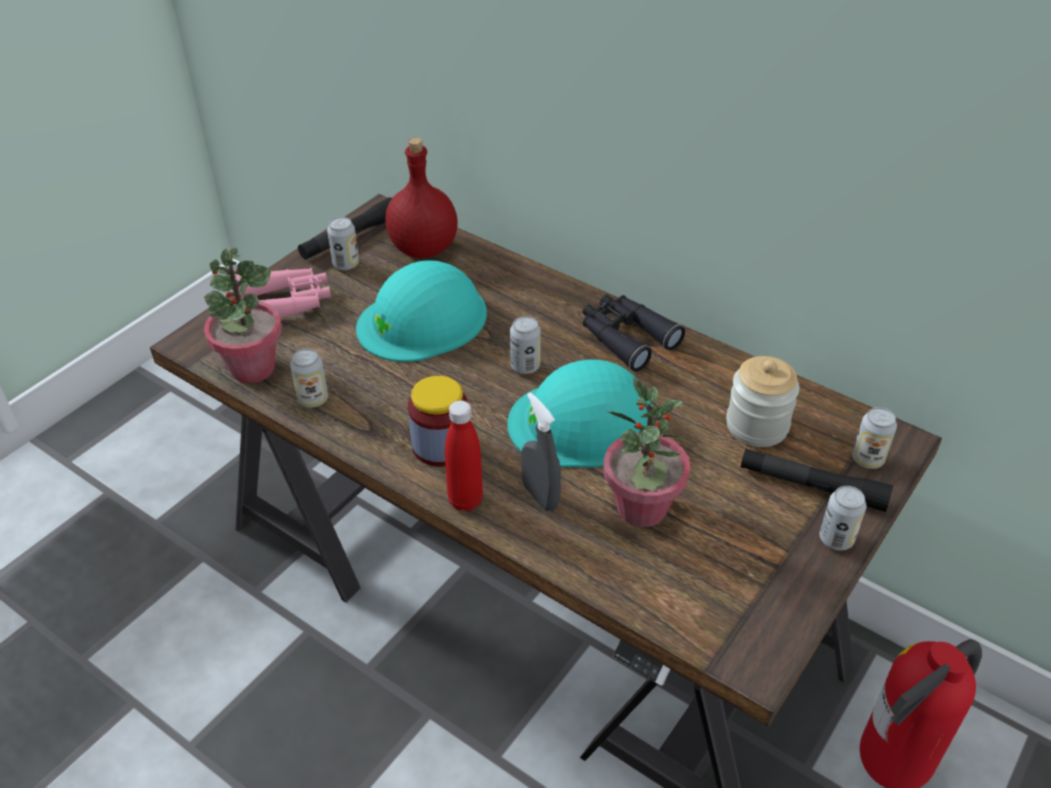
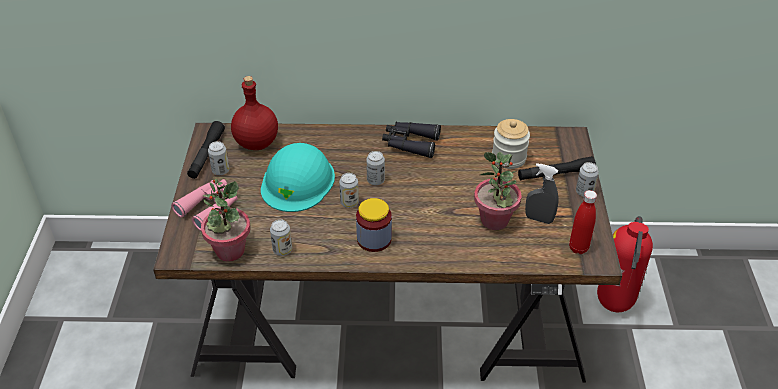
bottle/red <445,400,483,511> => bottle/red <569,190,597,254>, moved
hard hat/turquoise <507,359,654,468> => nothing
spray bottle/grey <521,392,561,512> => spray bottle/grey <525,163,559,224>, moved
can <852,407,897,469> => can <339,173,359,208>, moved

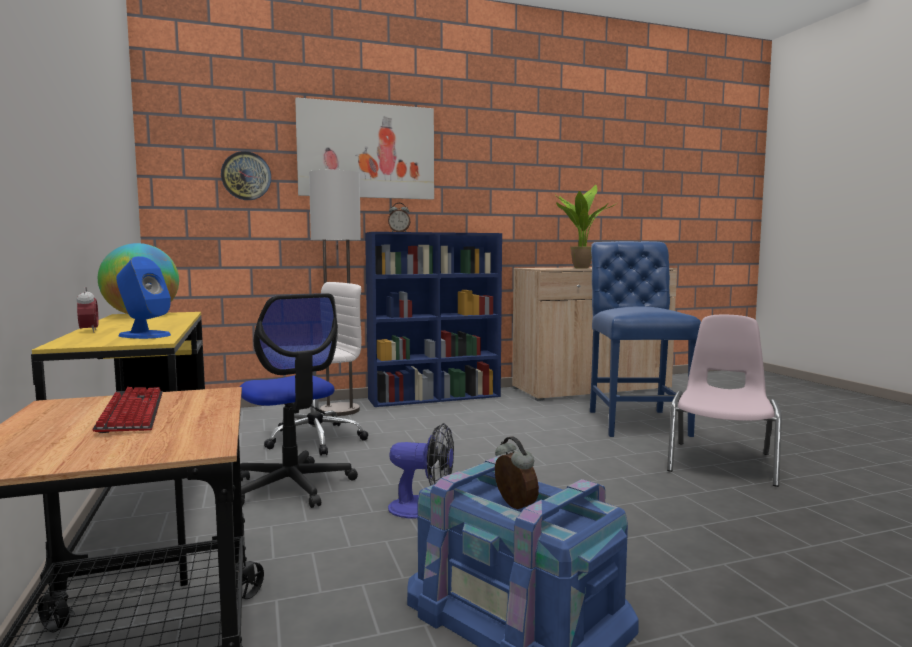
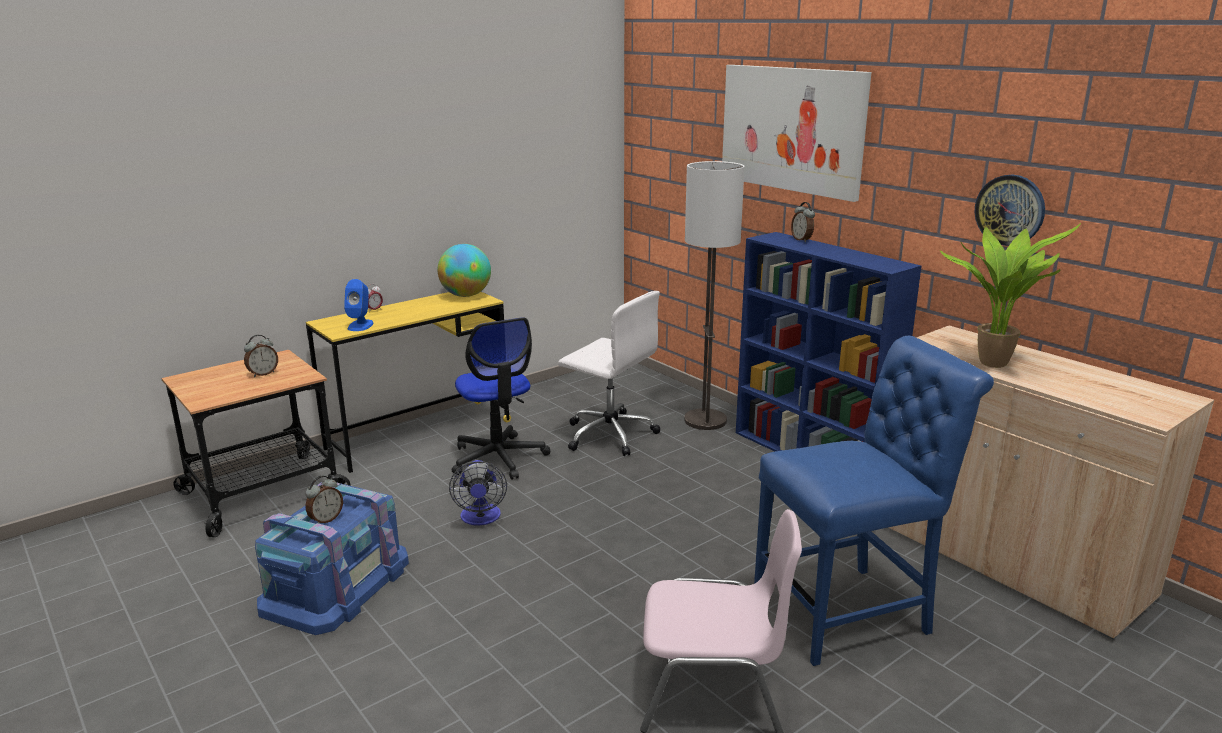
keyboard <92,387,163,433> => alarm clock <244,335,278,377>
wall clock <221,151,271,200> => wall clock <975,174,1045,246>, moved
office chair <240,293,358,508> => office chair <452,317,550,480>, 60 degrees counterclockwise

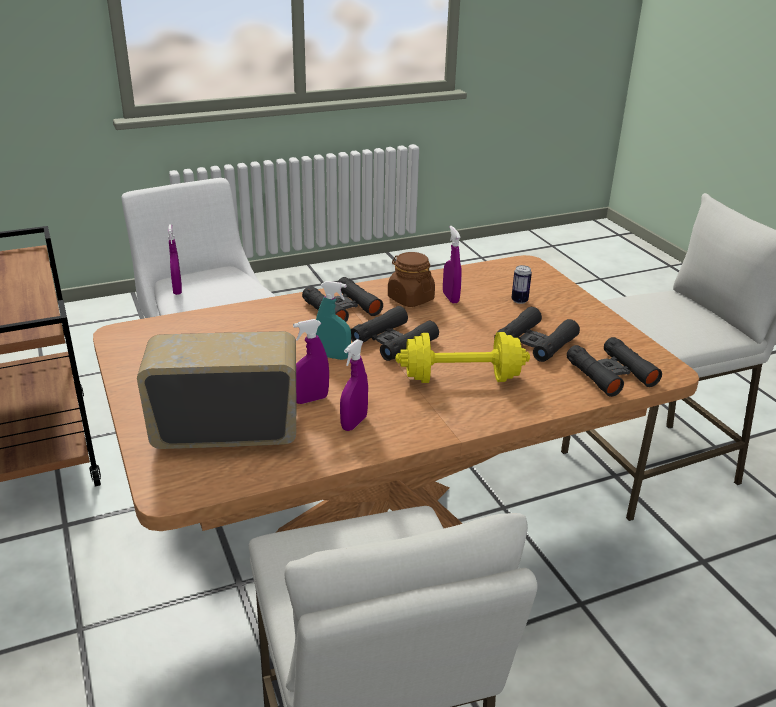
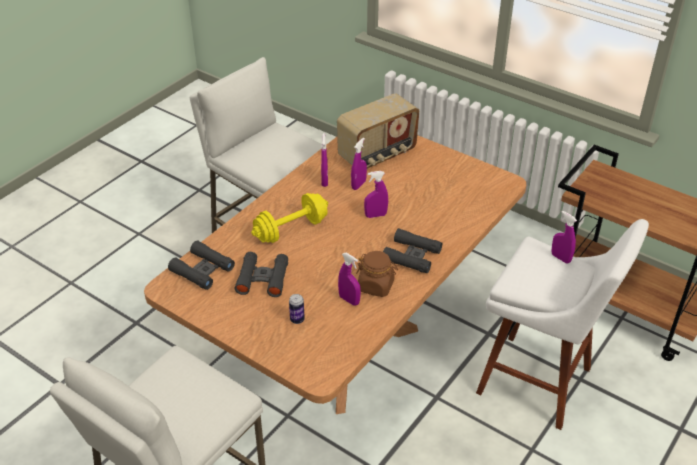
spray bottle/turquoise <316,281,351,360> => spray bottle/purple <364,171,388,218>
binoculars/black <351,306,439,361> => nothing

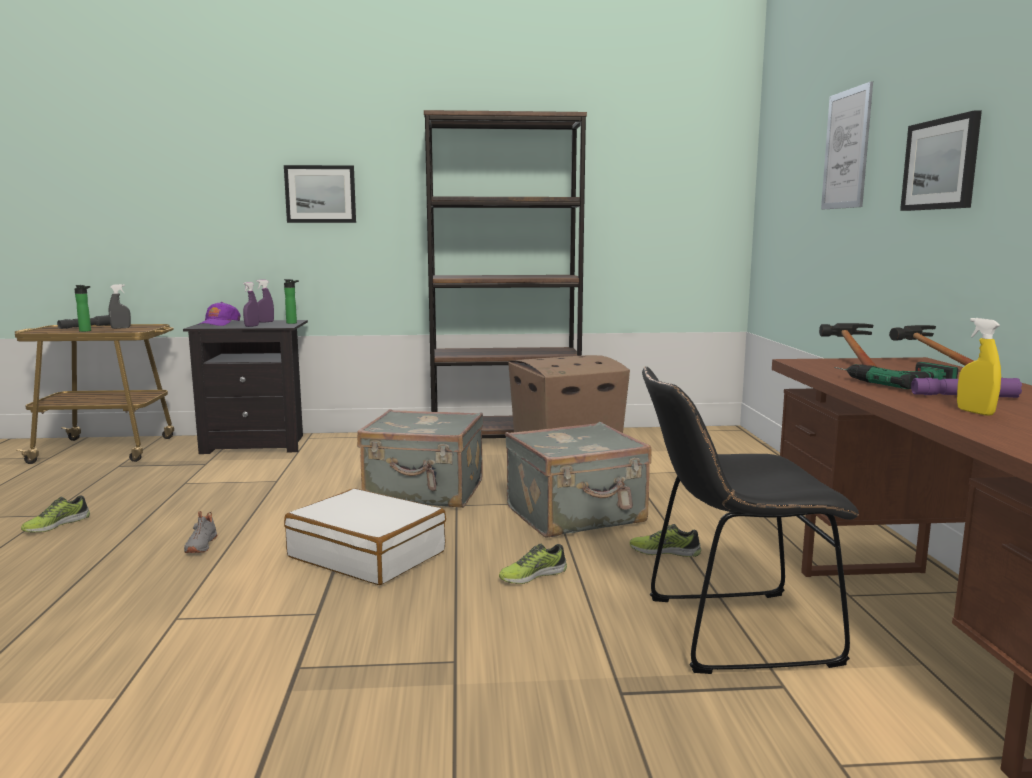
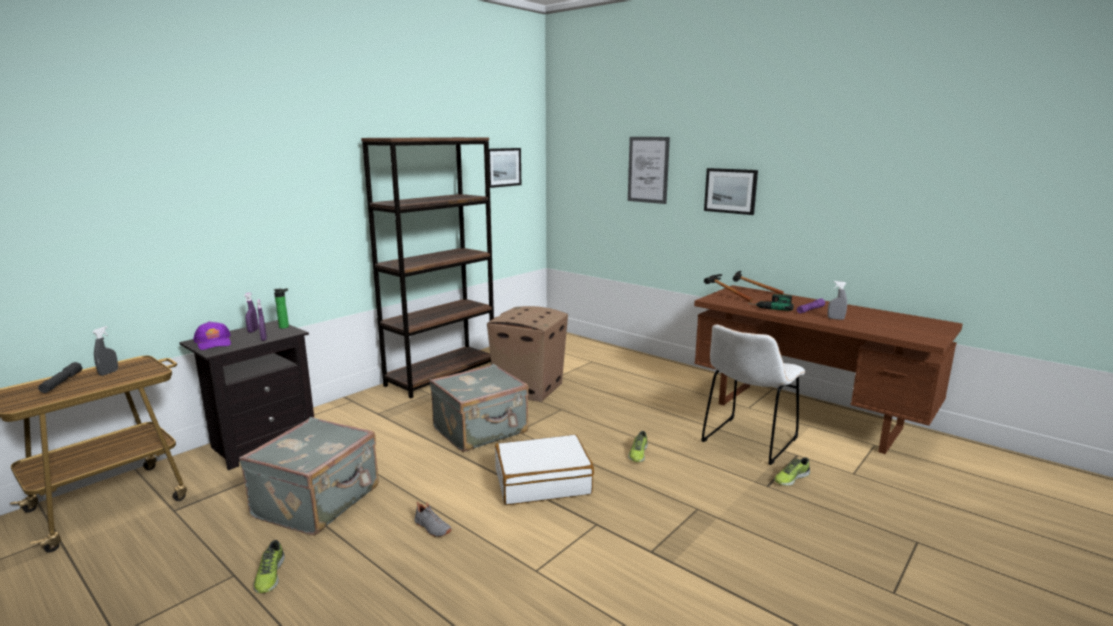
bottle <75,285,91,332> => nothing
picture <284,165,356,223> => picture <489,148,521,188>, moved
suitcase/grey <505,422,652,538> => suitcase/grey <239,417,379,536>, moved
shoe <630,524,701,557> => shoe <774,457,810,486>, moved
chair/black <642,367,859,674> => chair/white <701,325,806,465>
spray bottle/yellow <957,318,1001,416> => spray bottle/grey <828,281,847,320>

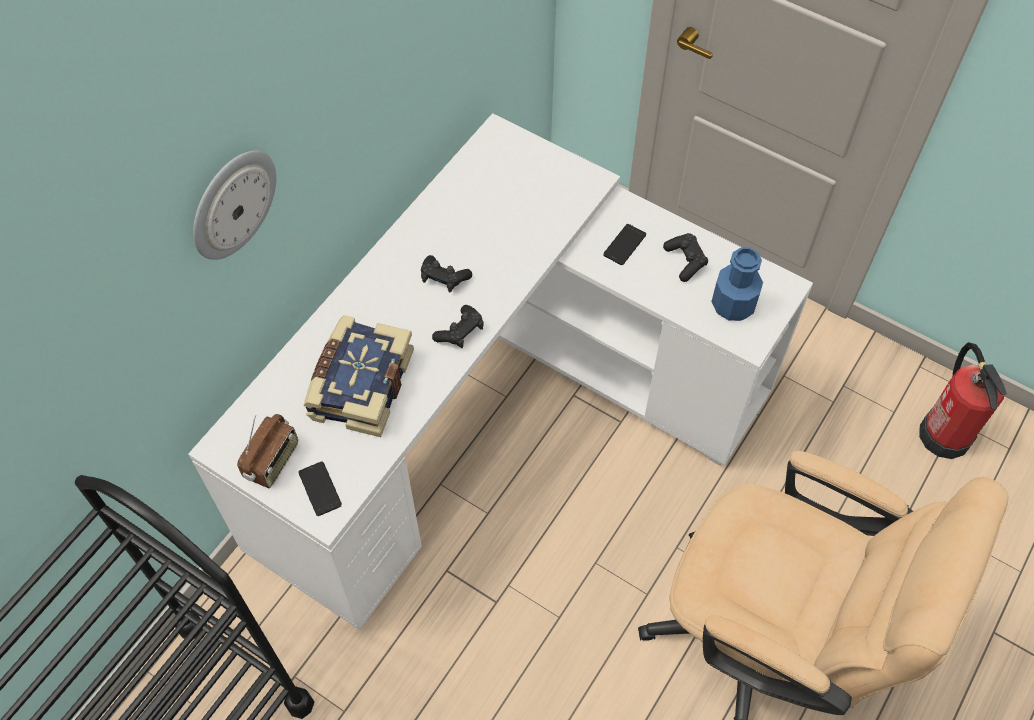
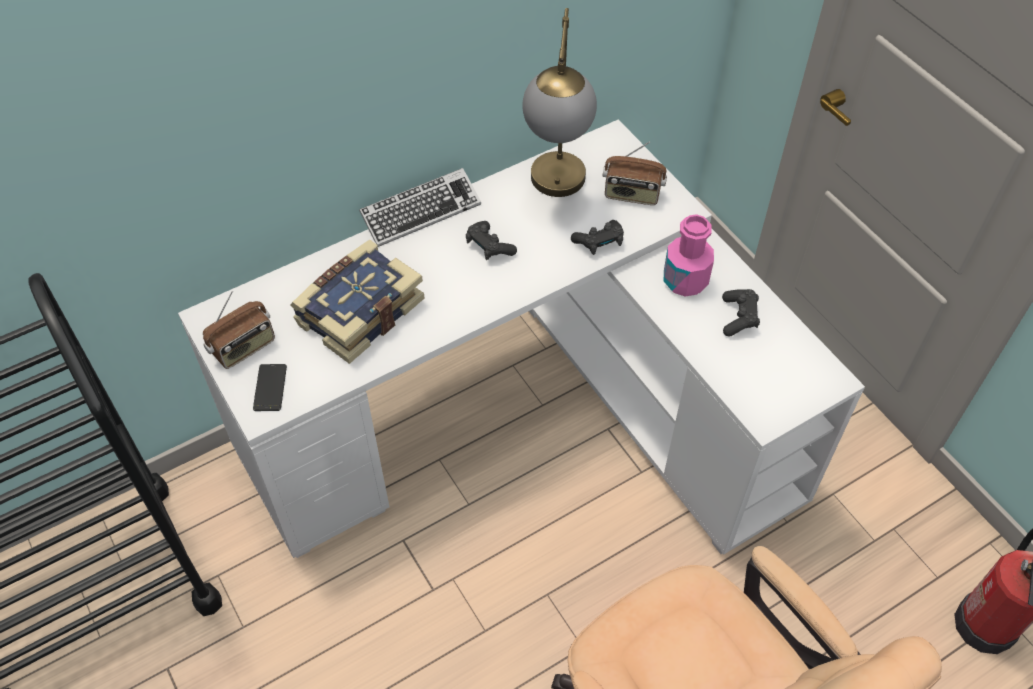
wall clock <193,151,276,260> => nothing
game controller/black <432,305,484,348> => game controller/black <571,220,624,255>, moved
phone <603,224,646,265> => bottle/pink <664,214,714,297>
bottle/blue <711,247,763,321> => nothing
nothing => keyboard <359,168,481,247>
nothing => table lamp <523,8,597,197>
nothing => radio <603,142,667,205>

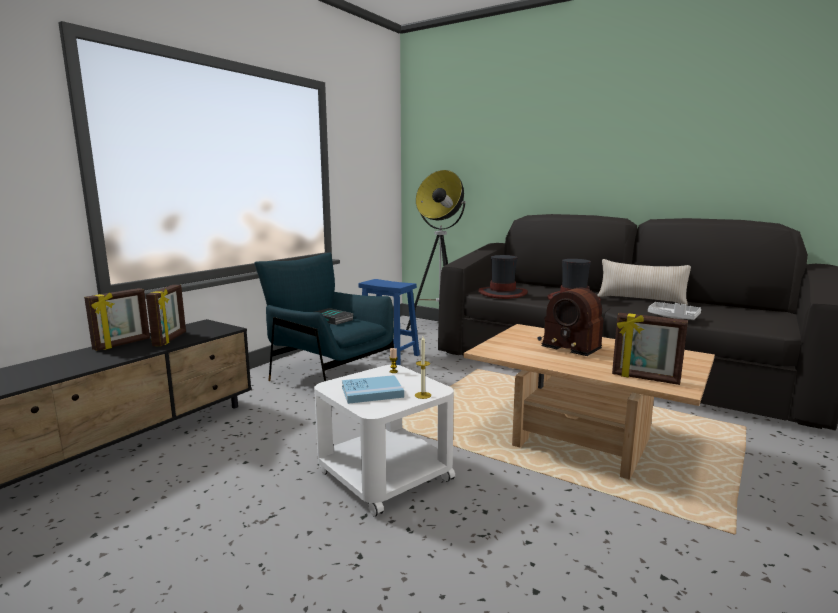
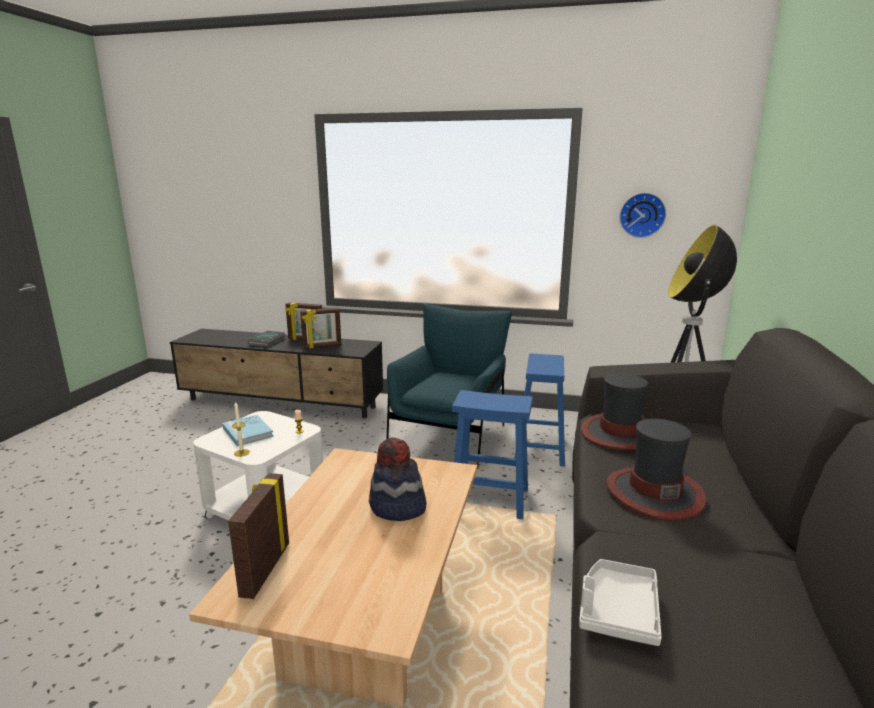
book <315,308,354,325> => book <248,331,286,347>, moved
radio <537,287,604,356> => hat <369,437,426,521>
pillow/beige <597,259,691,305> => nothing
nothing => stool/blue <452,390,533,519>
nothing => wall clock <619,193,666,238>

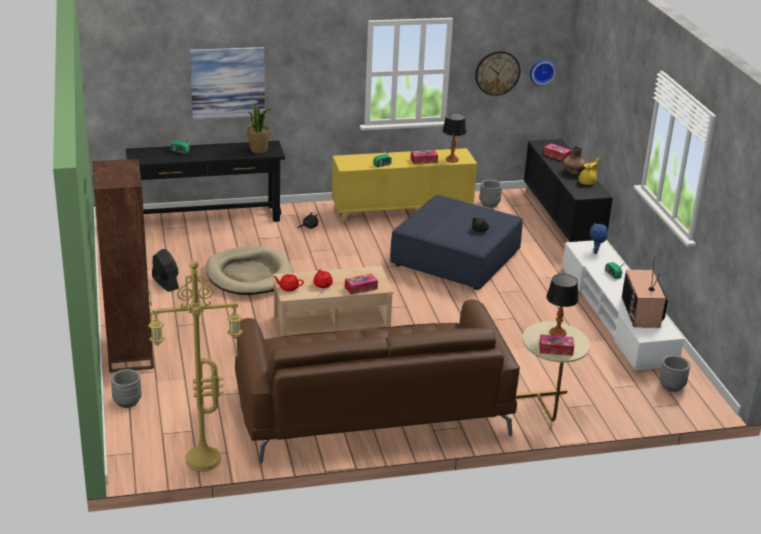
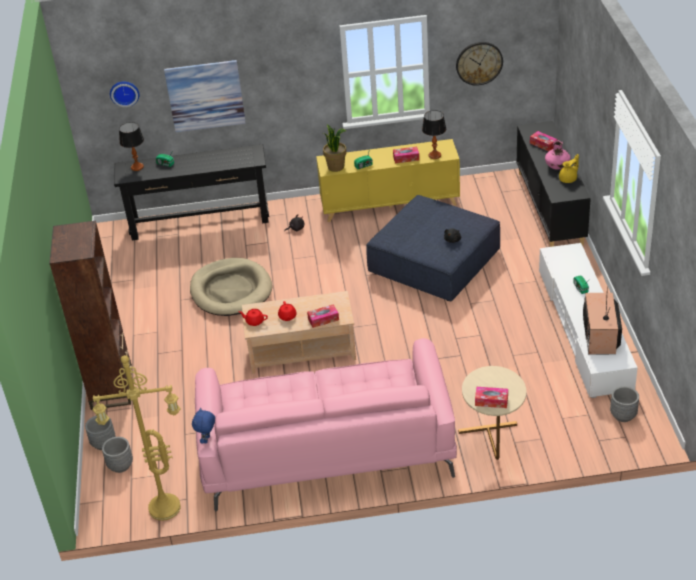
fan/black <152,249,179,292> => nothing
sofa/brown <235,299,520,464> => sofa/pink <195,338,457,512>
potted plant <247,104,273,154> => potted plant <323,124,347,172>, moved
planter/grey <479,180,502,208> => planter/grey <102,437,133,473>, moved
wall clock <530,59,556,86> => wall clock <110,82,139,107>, moved
table lamp <546,274,578,336> => table lamp <119,122,144,171>, moved
vase/brown <563,145,588,174> => vase/pink <545,140,570,170>
plush toy/blue <590,223,608,254> => plush toy/blue <192,408,215,444>, moved

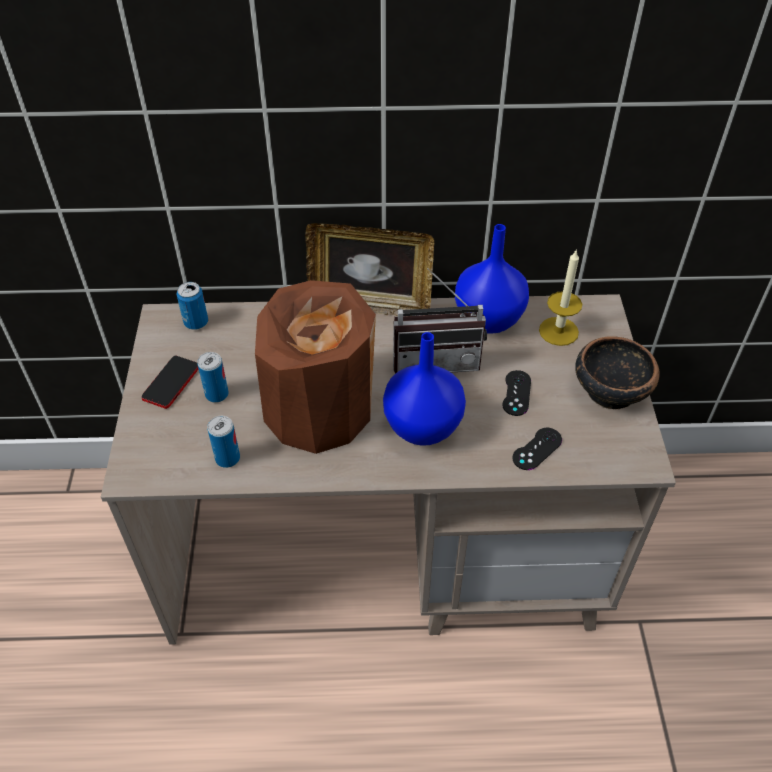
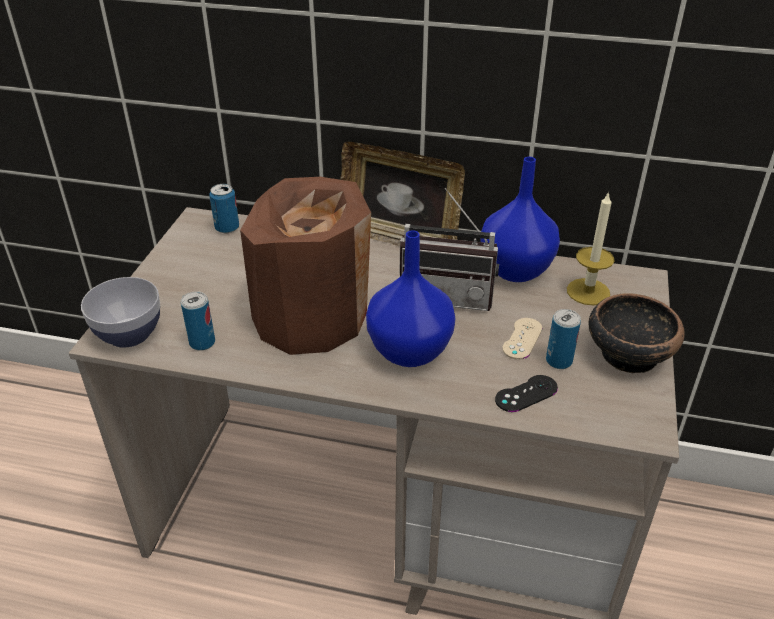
phone <142,356,198,409> => nothing
can <197,352,229,403> => can <546,309,581,369>, moved
game controller/black <502,370,531,416> => game controller/beige <502,318,542,360>
nothing => bowl <81,277,160,348>

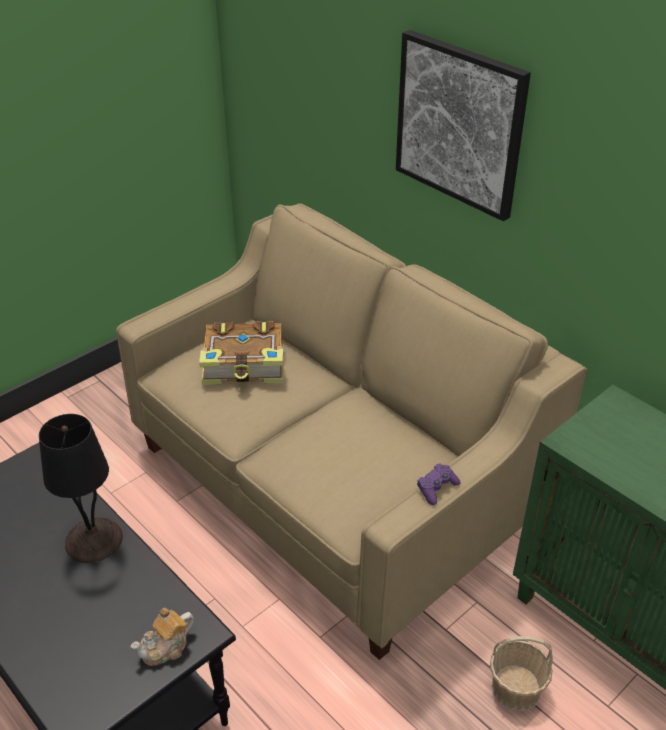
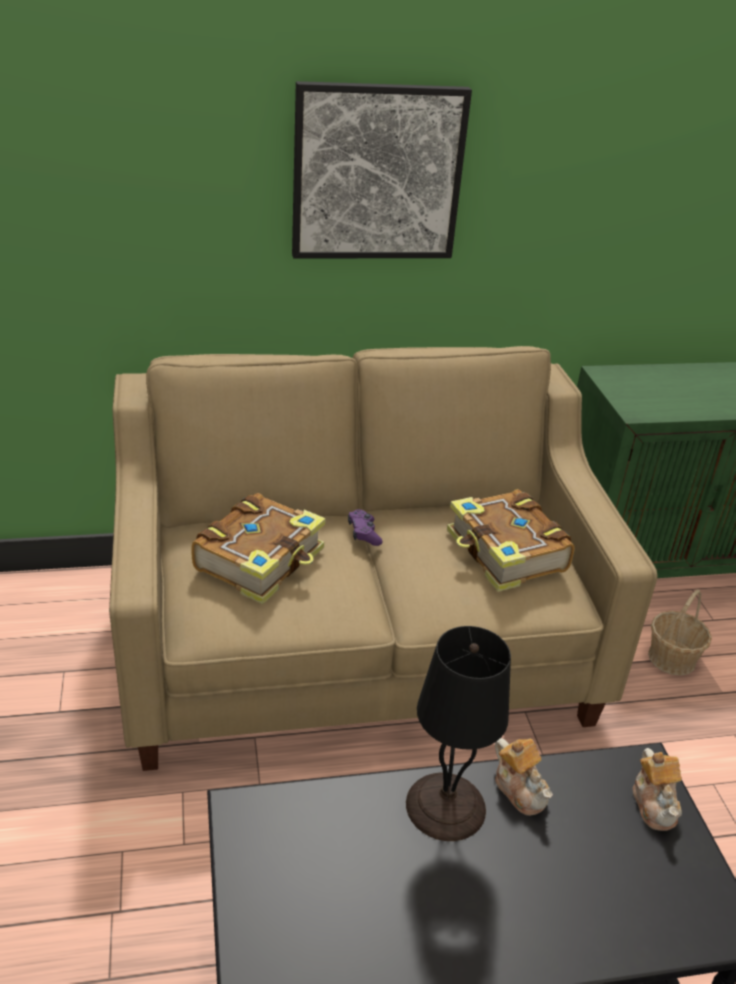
game controller/purple <417,464,461,505> => game controller/purple <348,509,383,546>, moved
nothing => book <447,489,575,592>
nothing => teapot <495,738,553,816>

